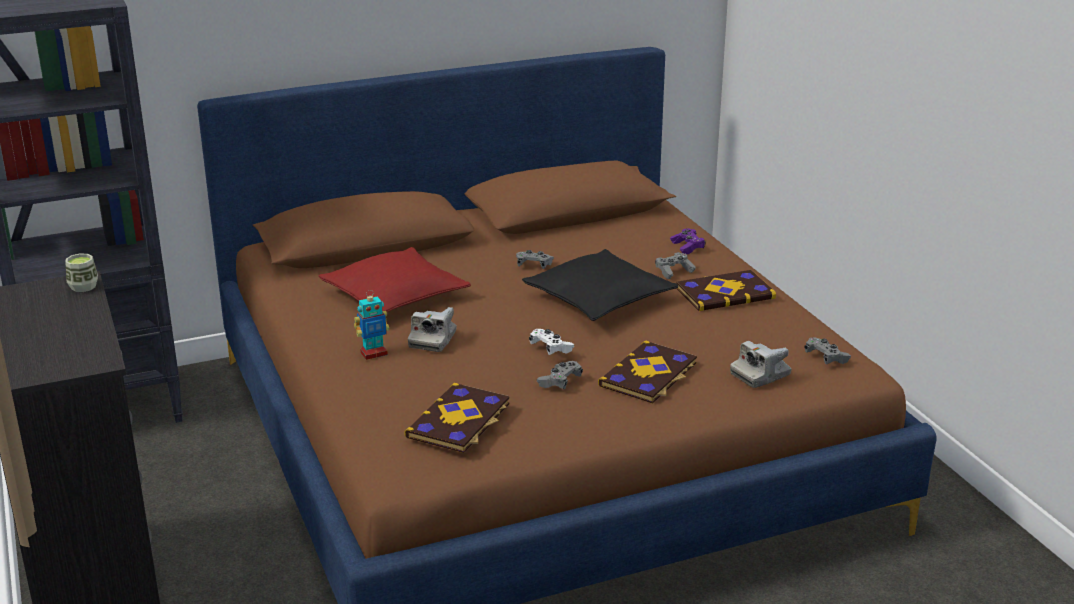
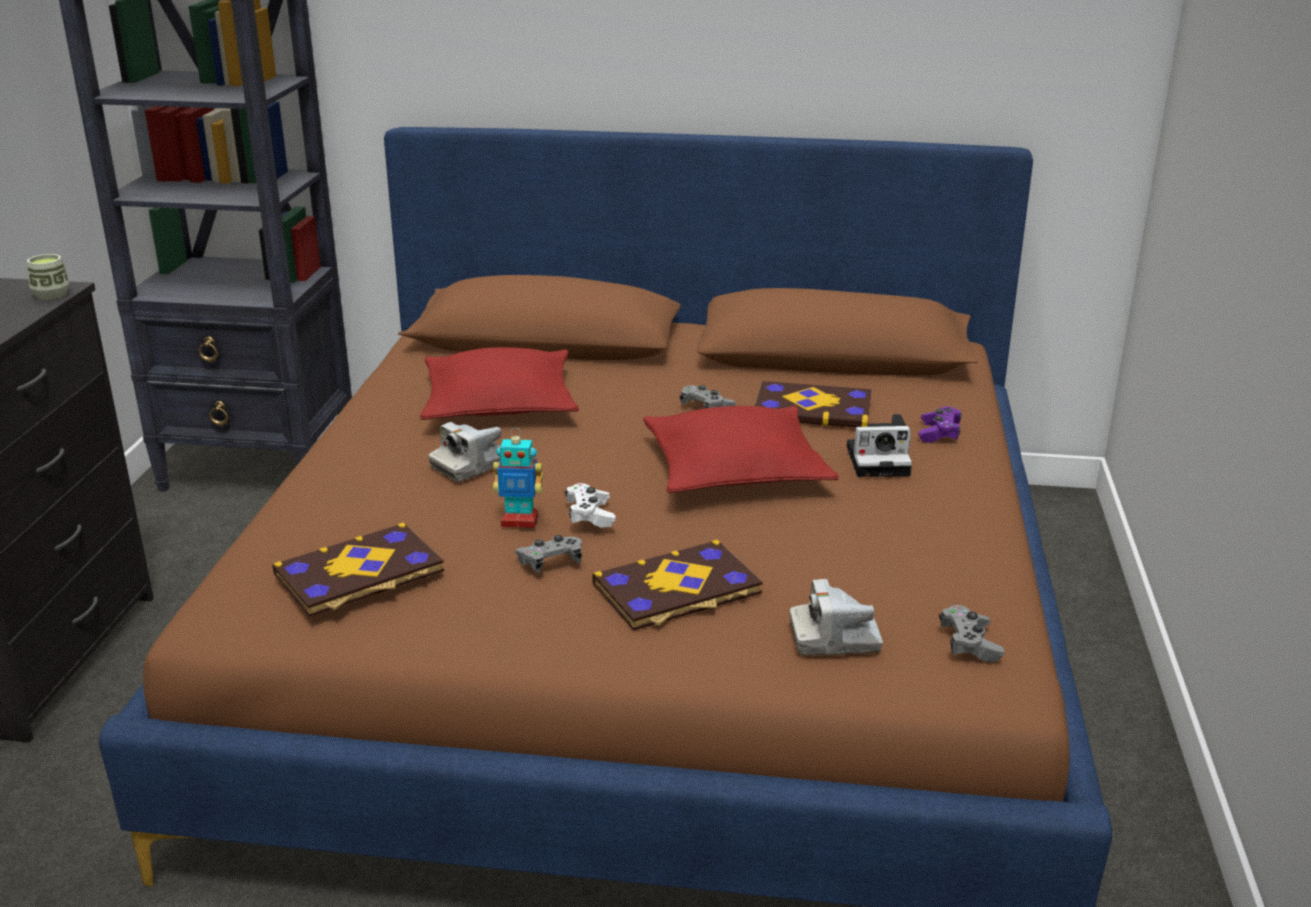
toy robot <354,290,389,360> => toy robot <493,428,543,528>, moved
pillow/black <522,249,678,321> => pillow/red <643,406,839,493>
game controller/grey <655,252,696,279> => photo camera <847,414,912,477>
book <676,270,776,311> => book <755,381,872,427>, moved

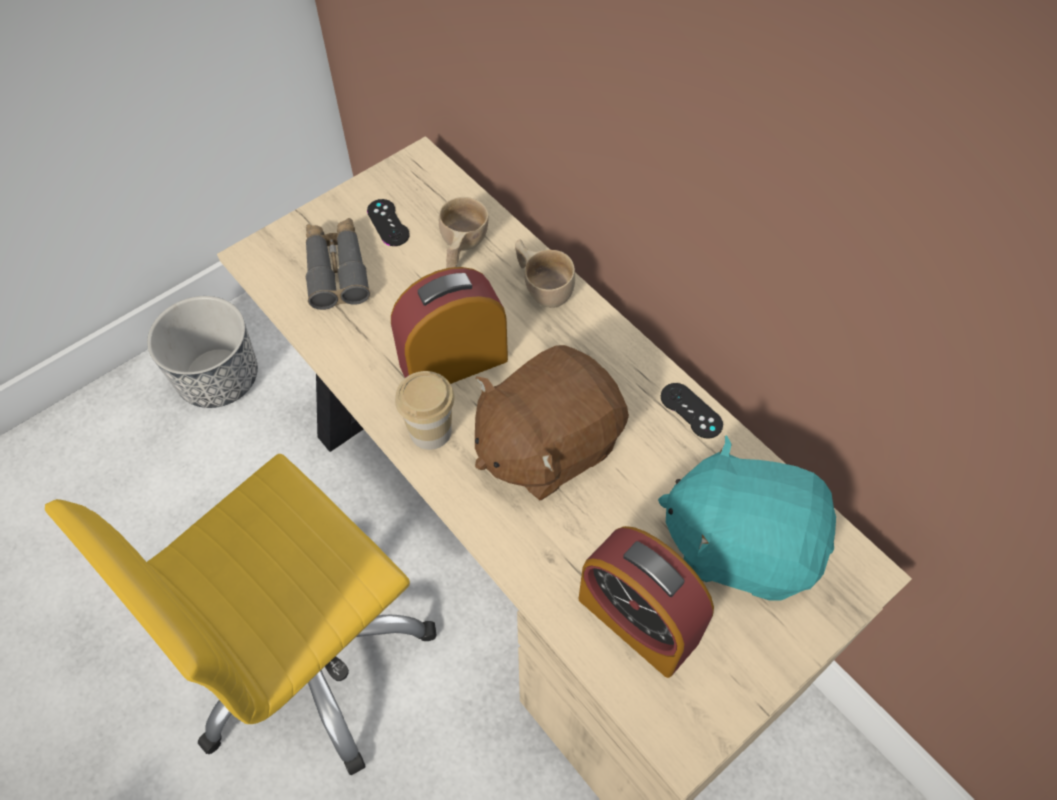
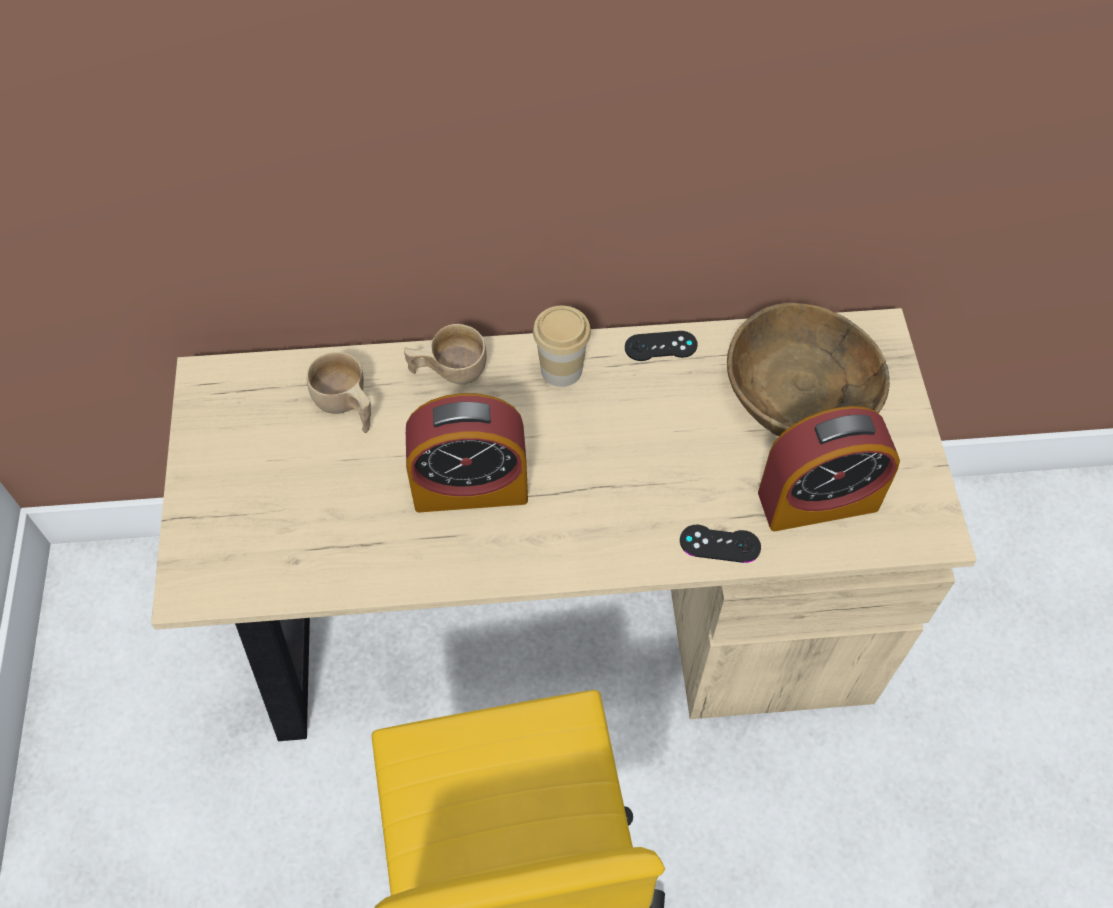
planter <147,296,258,408> => nothing
binoculars/grey <306,218,370,310> => nothing
game controller/black <367,199,410,246> => game controller/black <680,525,761,563>, moved
alarm clock <391,267,508,384> => alarm clock <406,393,528,513>, 105 degrees counterclockwise
cup <395,371,454,450> => cup <533,306,591,387>, moved
plush toy/brown <475,345,629,500> => nothing
plush toy/turquoise <658,435,836,601> => bowl/brown <727,303,890,436>

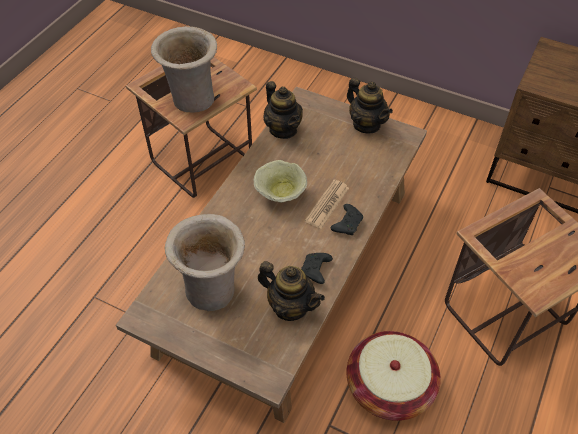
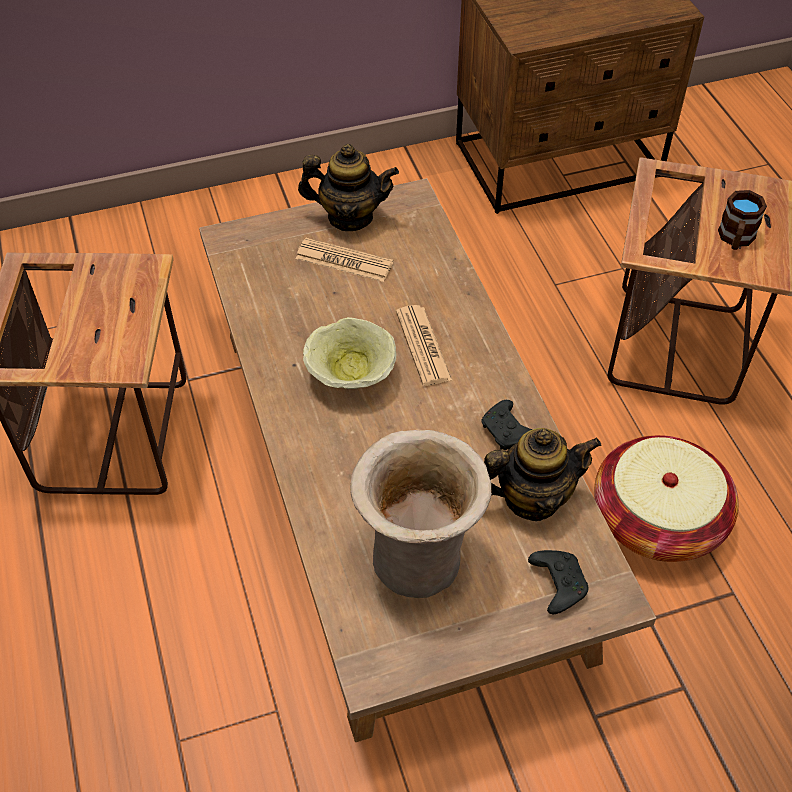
vase/beige <151,26,217,113> => nothing
teapot <263,81,303,139> => nothing
game controller/black <331,204,363,235> => game controller/black <528,550,588,614>, moved
nothing => newspaper <296,238,393,282>
nothing => mug/brown <718,190,767,250>

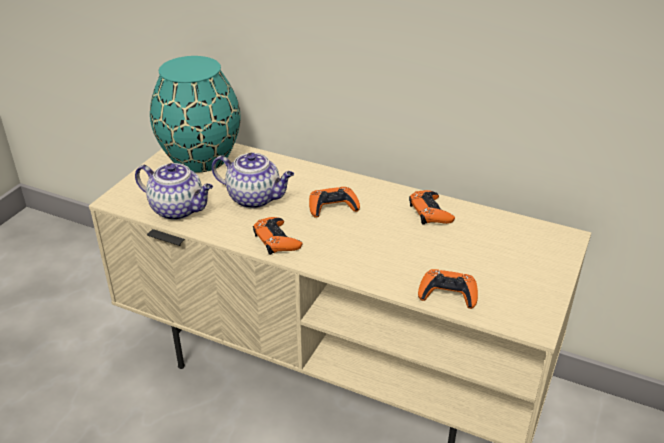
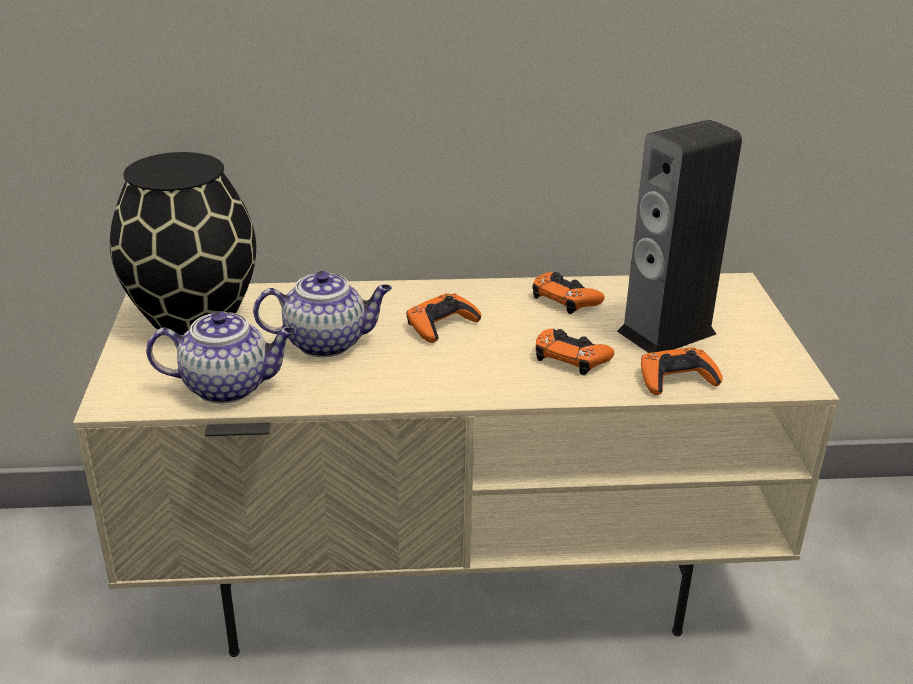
vase/turquoise <150,56,240,172> => vase/black <110,152,256,335>
game controller/orange <253,217,303,255> => game controller/orange <536,329,614,375>, moved
nothing => speaker <617,119,742,353>

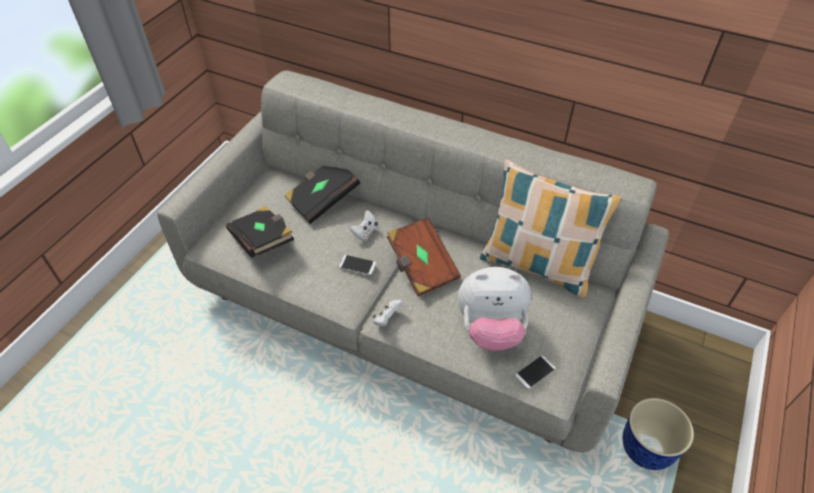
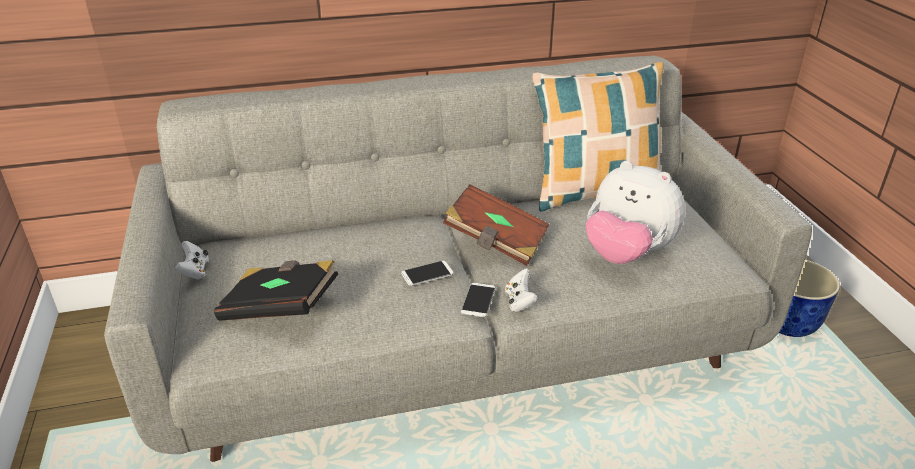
book/black <284,166,360,224> => nothing
game controller/white <350,210,378,241> => game controller/white <175,241,209,280>, moved
plush toy <458,267,531,351> => plush toy <586,161,685,264>, 75 degrees clockwise
phone <515,355,556,389> => phone <461,283,495,317>, moved

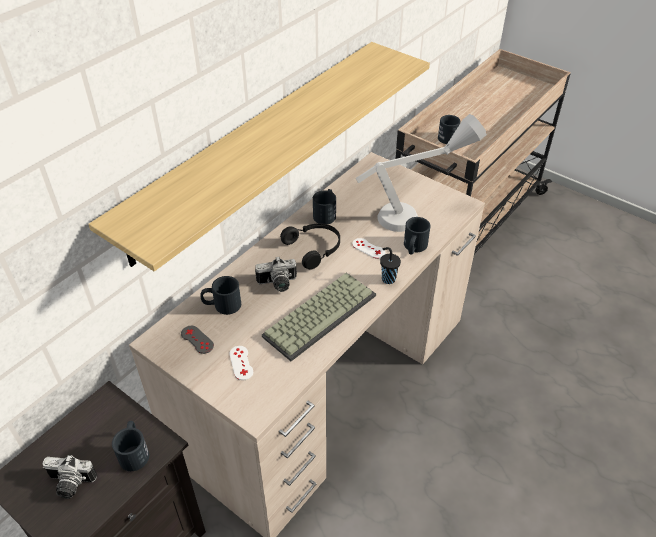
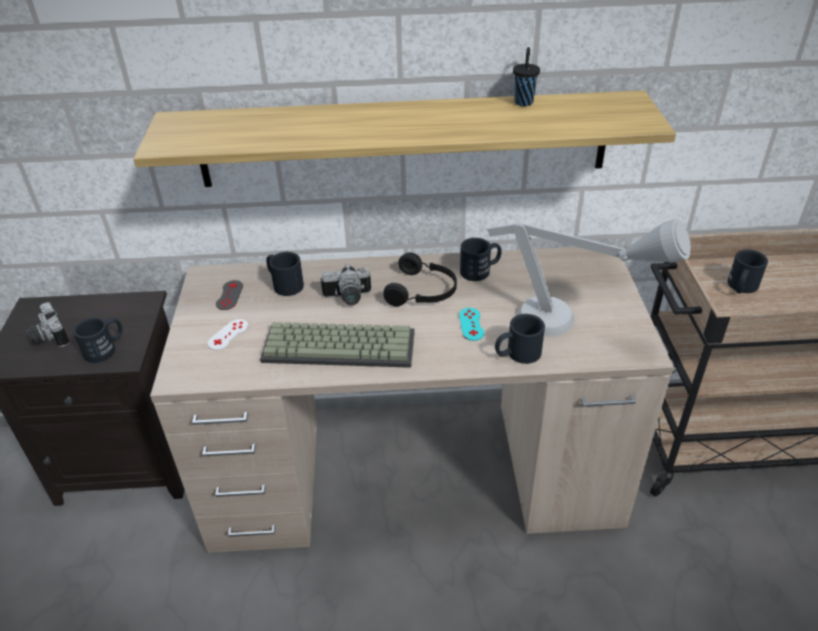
photo camera <255,257,297,292> => photo camera <321,263,371,306>, 45 degrees counterclockwise
game controller/white <352,238,386,259> => game controller/turquoise <459,308,484,341>
cup/black <380,247,401,284> => cup/black <513,47,540,106>, moved

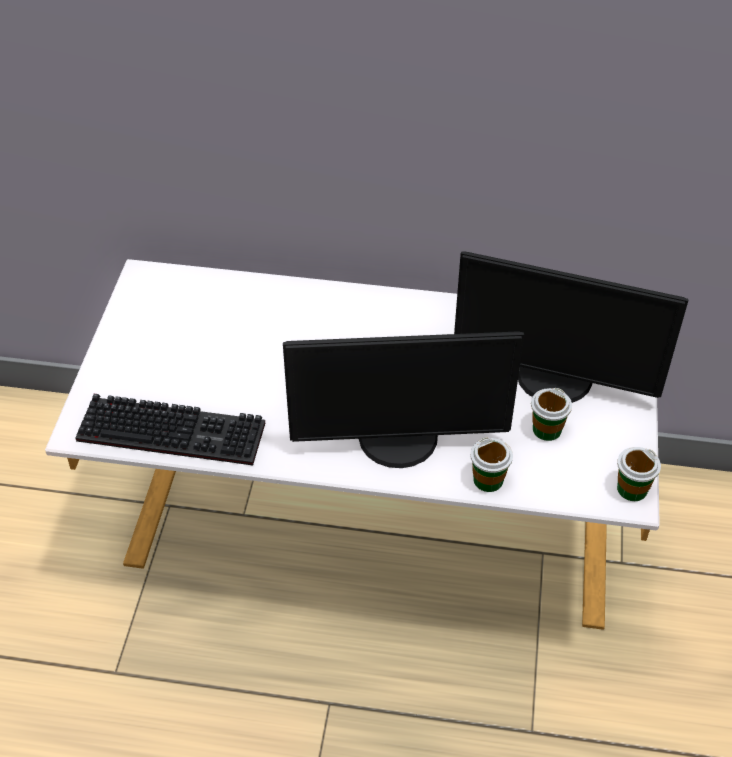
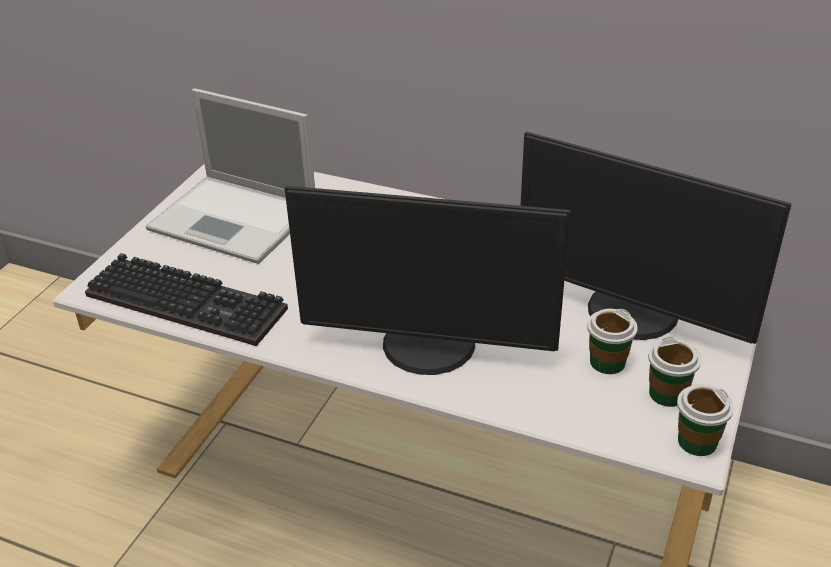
cup <470,437,513,492> => cup <648,337,701,407>, moved
nothing => laptop <146,88,315,264>

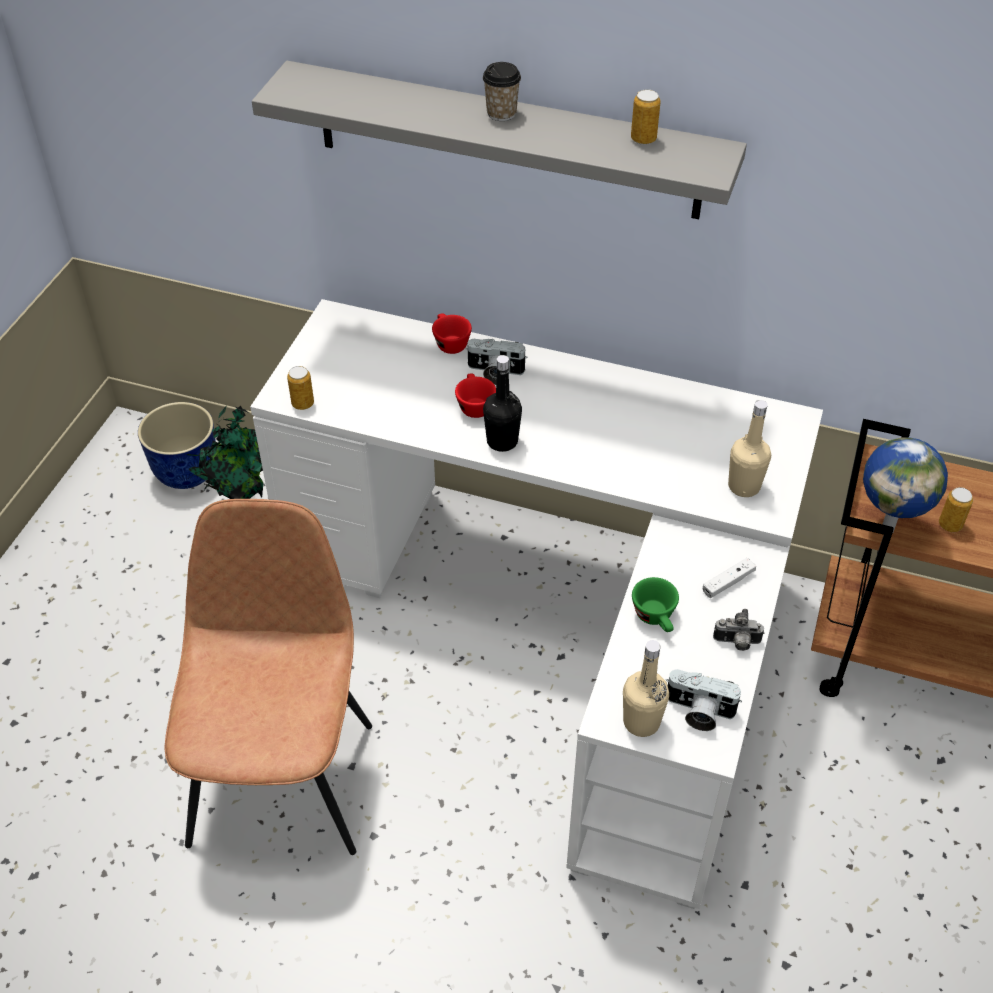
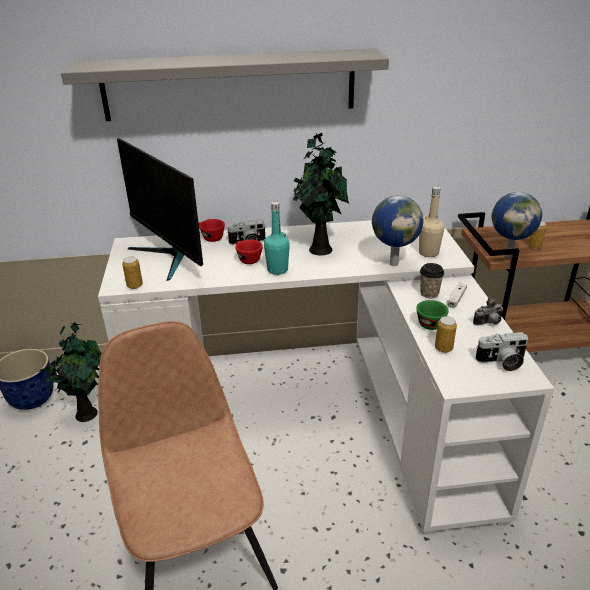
cup <483,62,521,121> => cup <420,263,444,298>, moved
bottle/black <483,355,522,452> => bottle/turquoise <264,201,290,275>
bottle/beige <623,640,669,737> => nothing
can <631,89,661,145> => can <435,316,457,353>, moved
nothing => monitor <117,138,203,281>
nothing => potted plant <293,133,349,256>
nothing => globe <372,196,424,266>

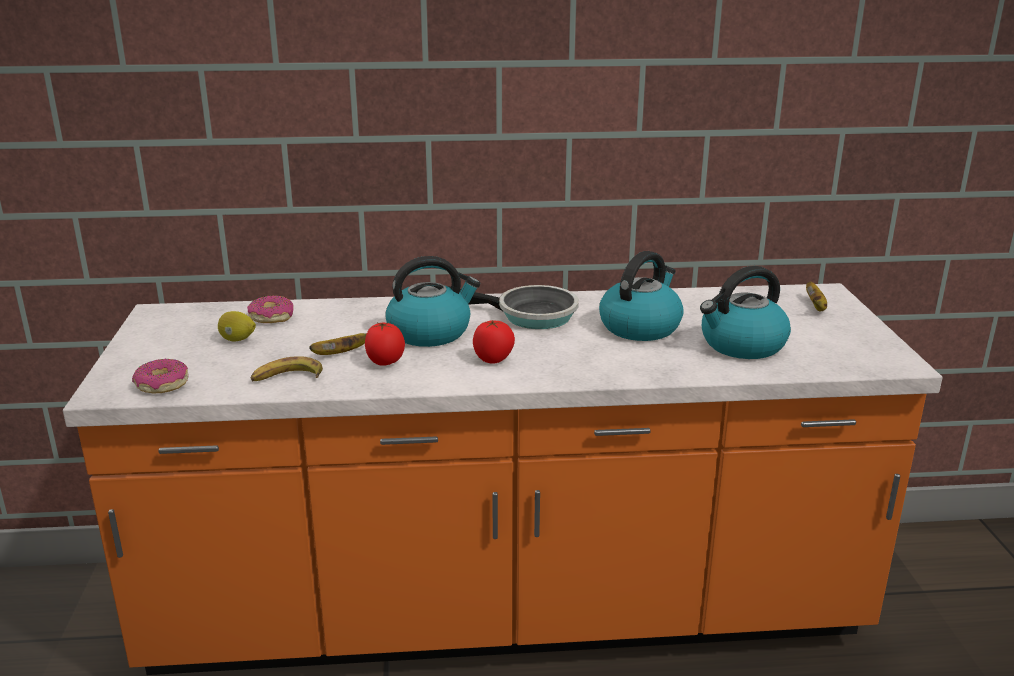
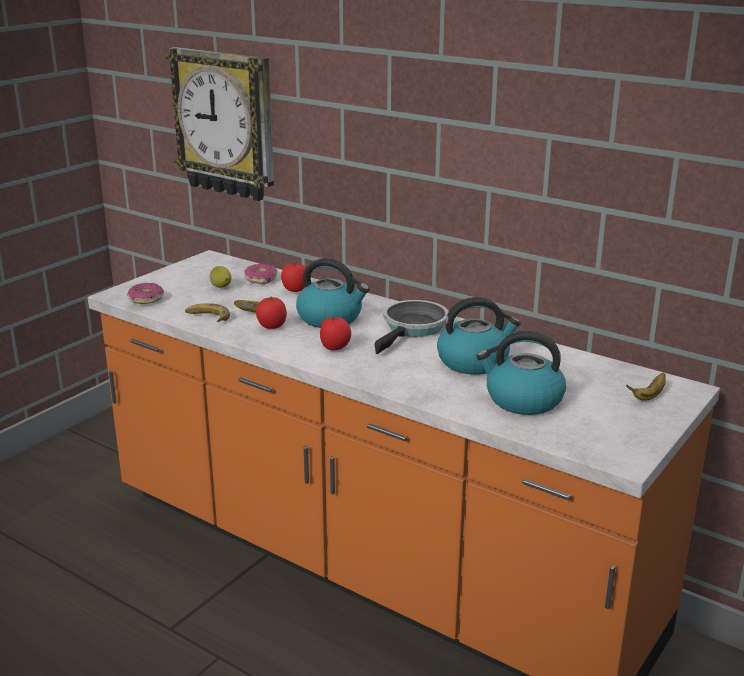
frying pan <448,285,579,329> => frying pan <375,300,449,354>, 120 degrees counterclockwise
nothing => wall clock <166,47,274,201>
nothing => tomato <281,263,306,292>

